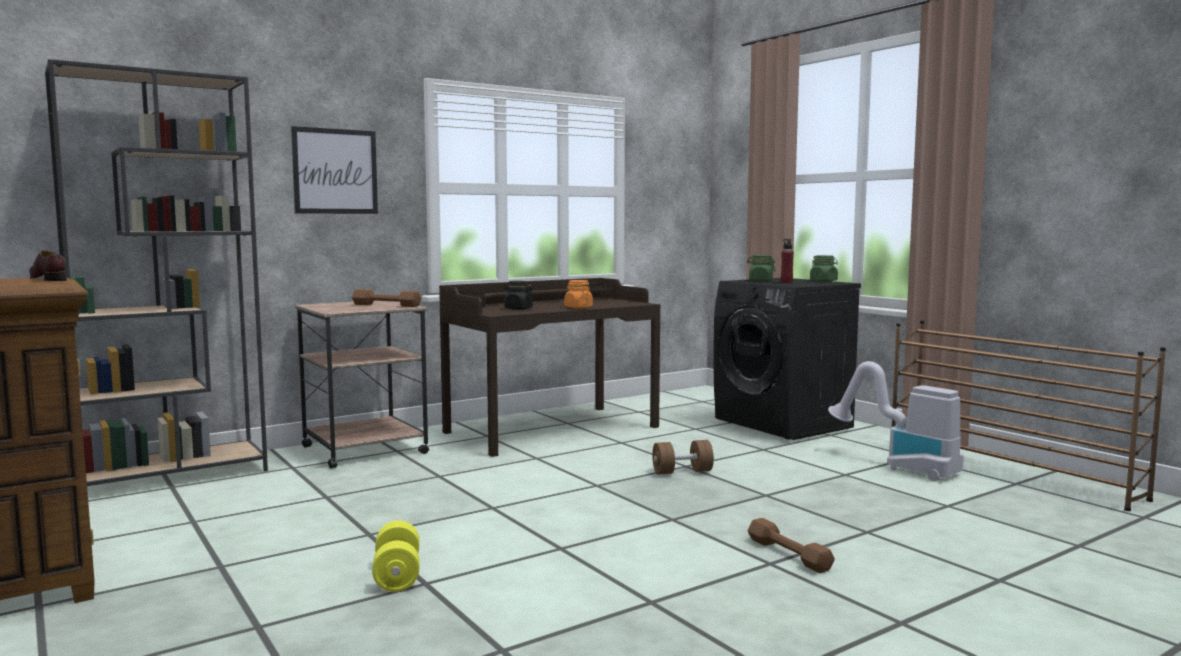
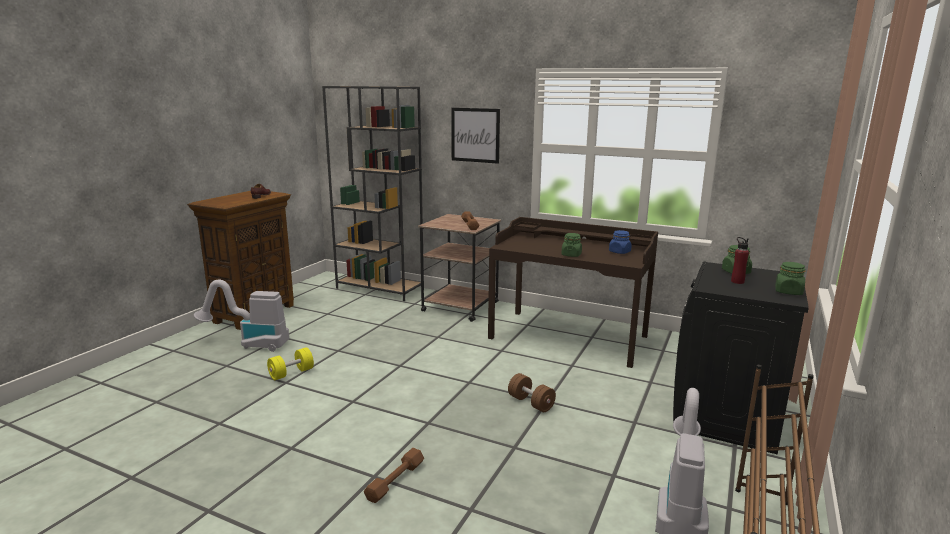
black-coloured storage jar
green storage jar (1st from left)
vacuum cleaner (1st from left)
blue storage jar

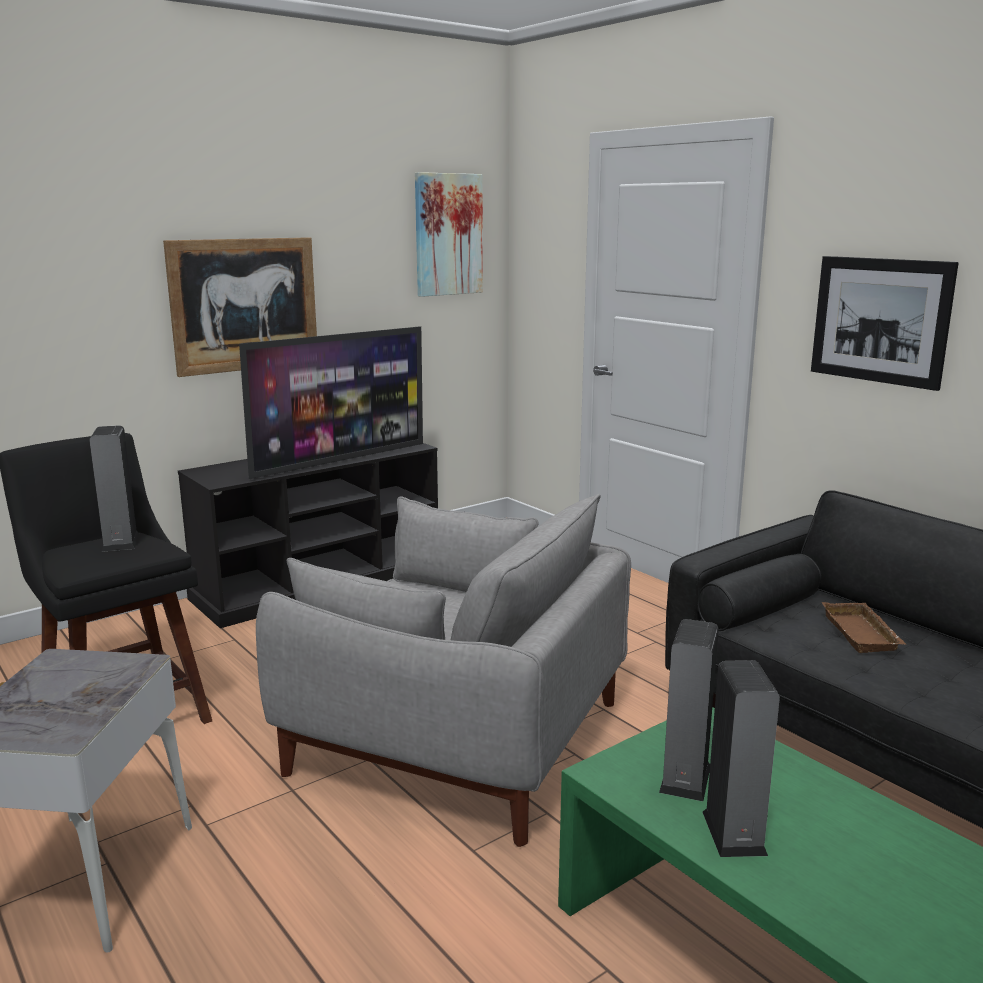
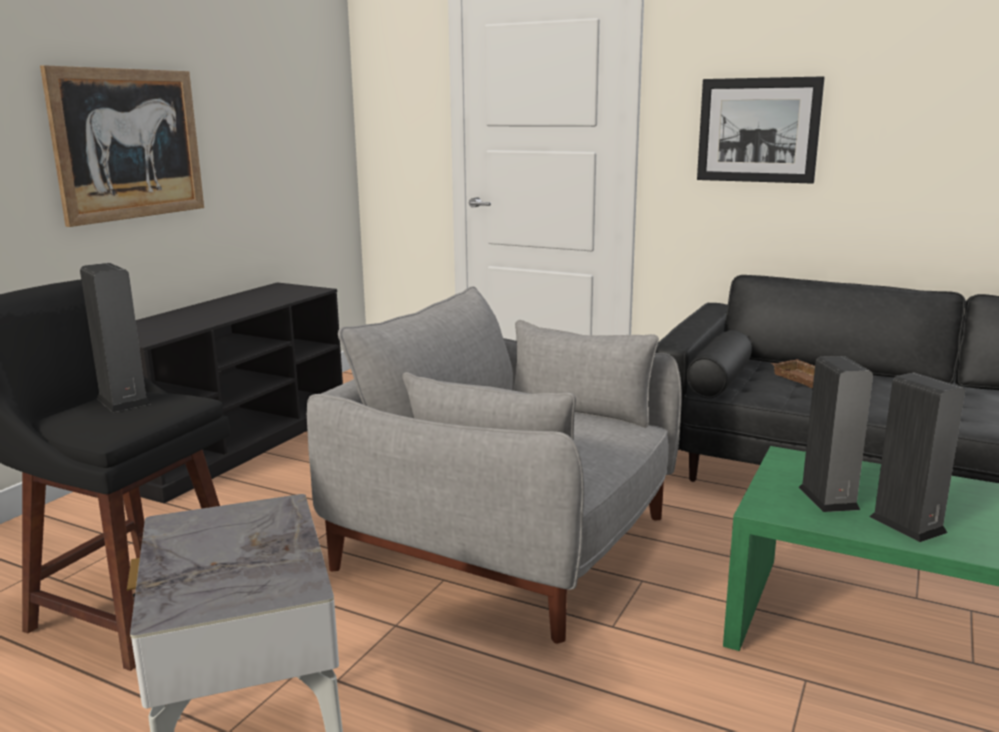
television
greyish armchair
wall art (2nd from left in the first image)

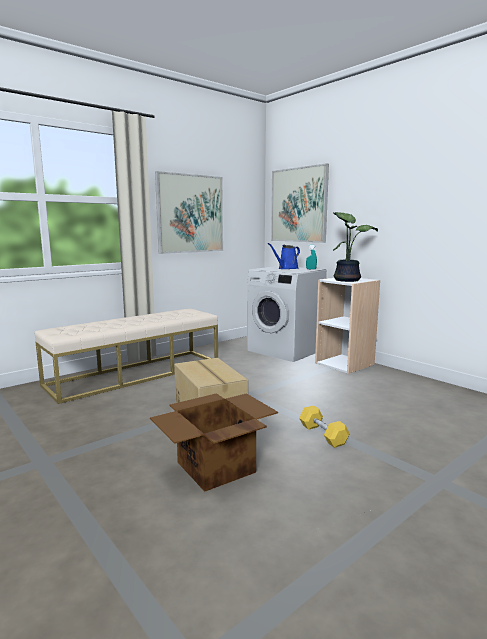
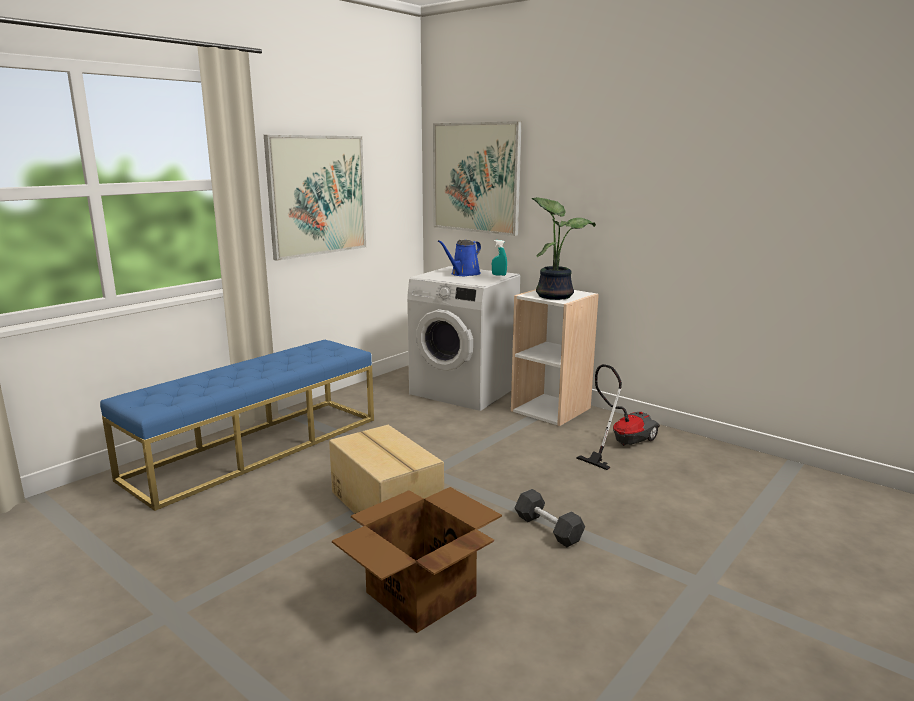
blue indoor bench
greyish hand weight
vacuum cleaner

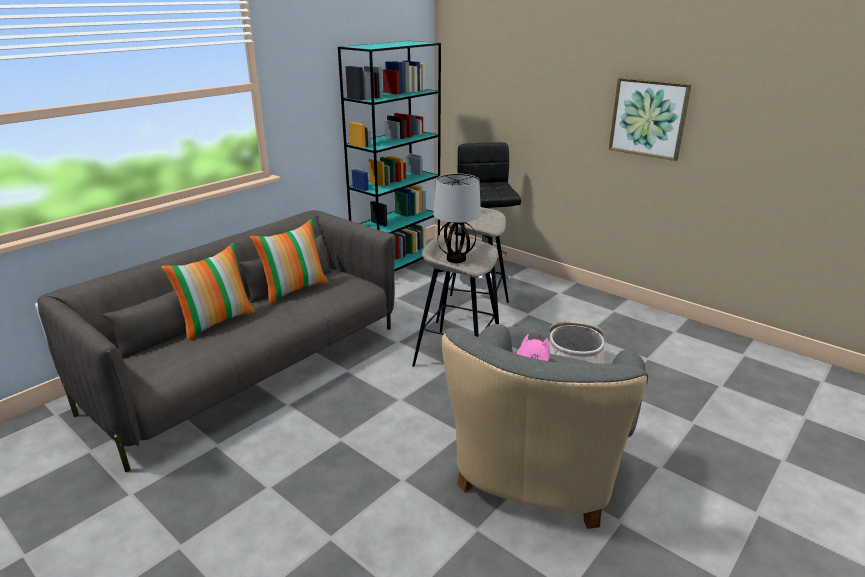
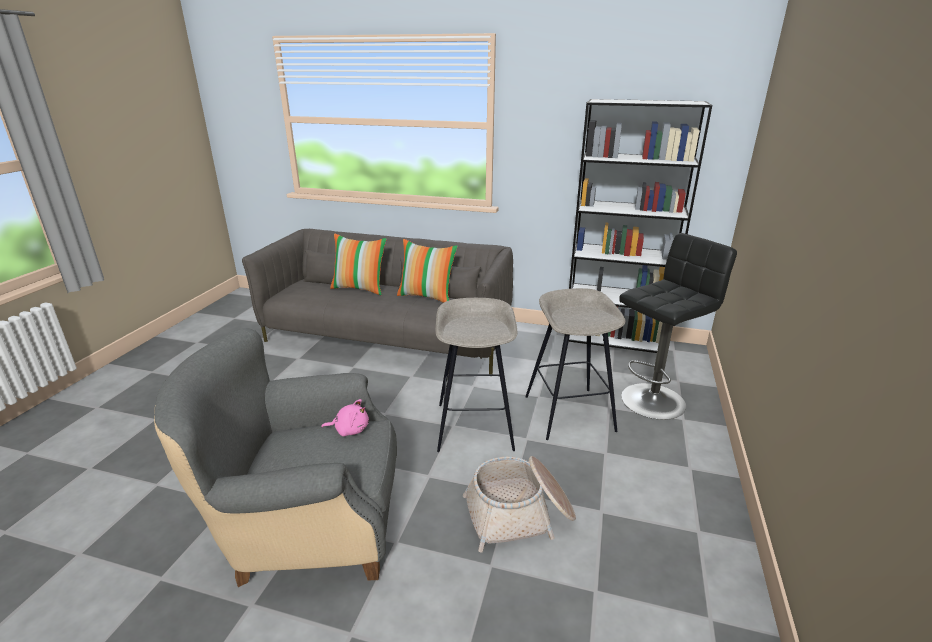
white-coloured shelving unit
tabletop lamp
wall art

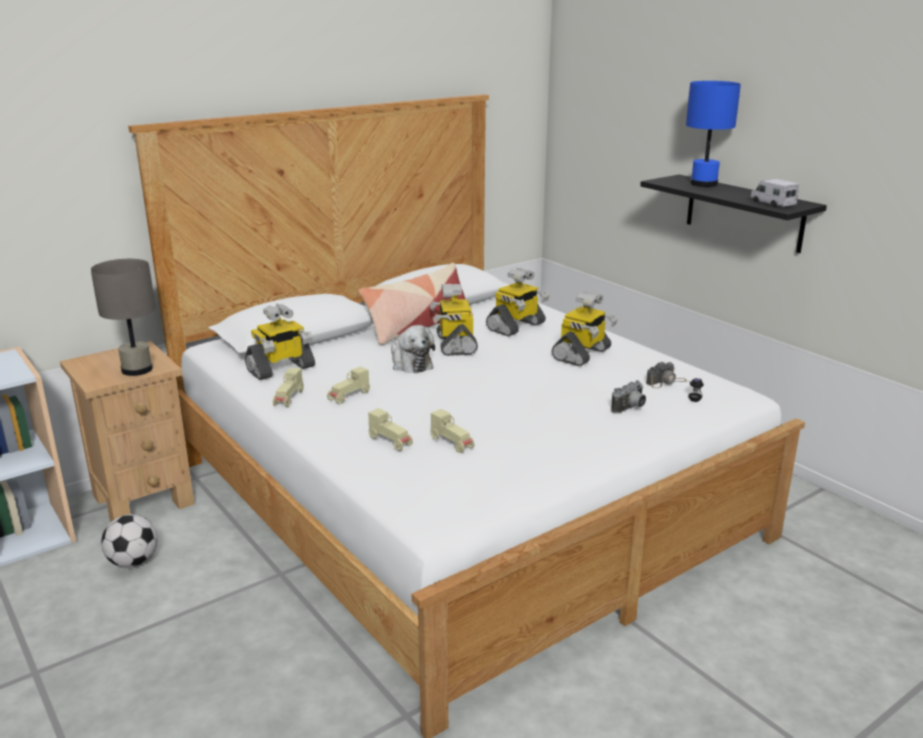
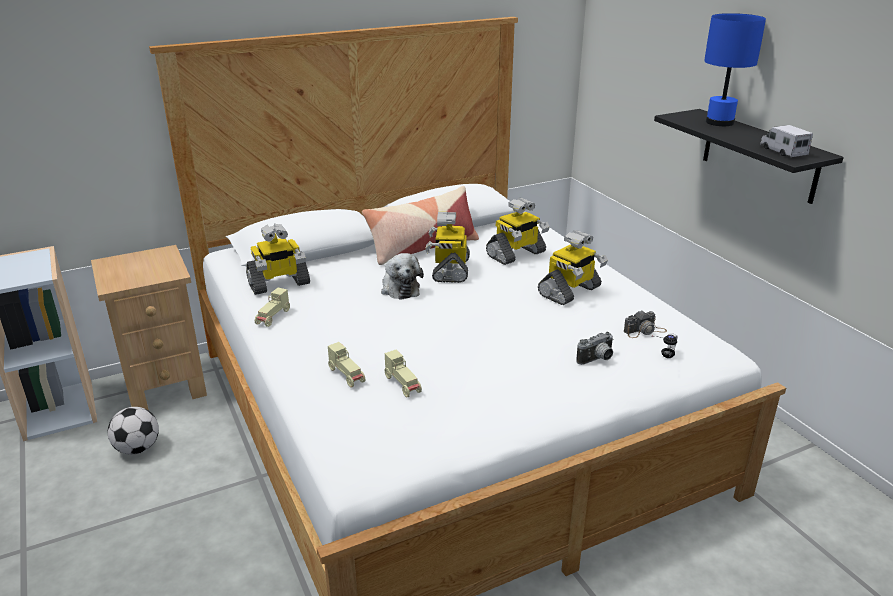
greyish tabletop lamp
beige miniature car (2nd from left in the first image)

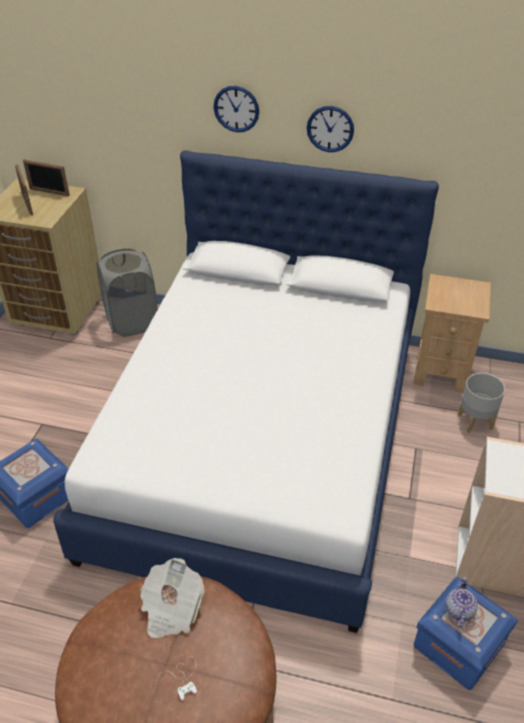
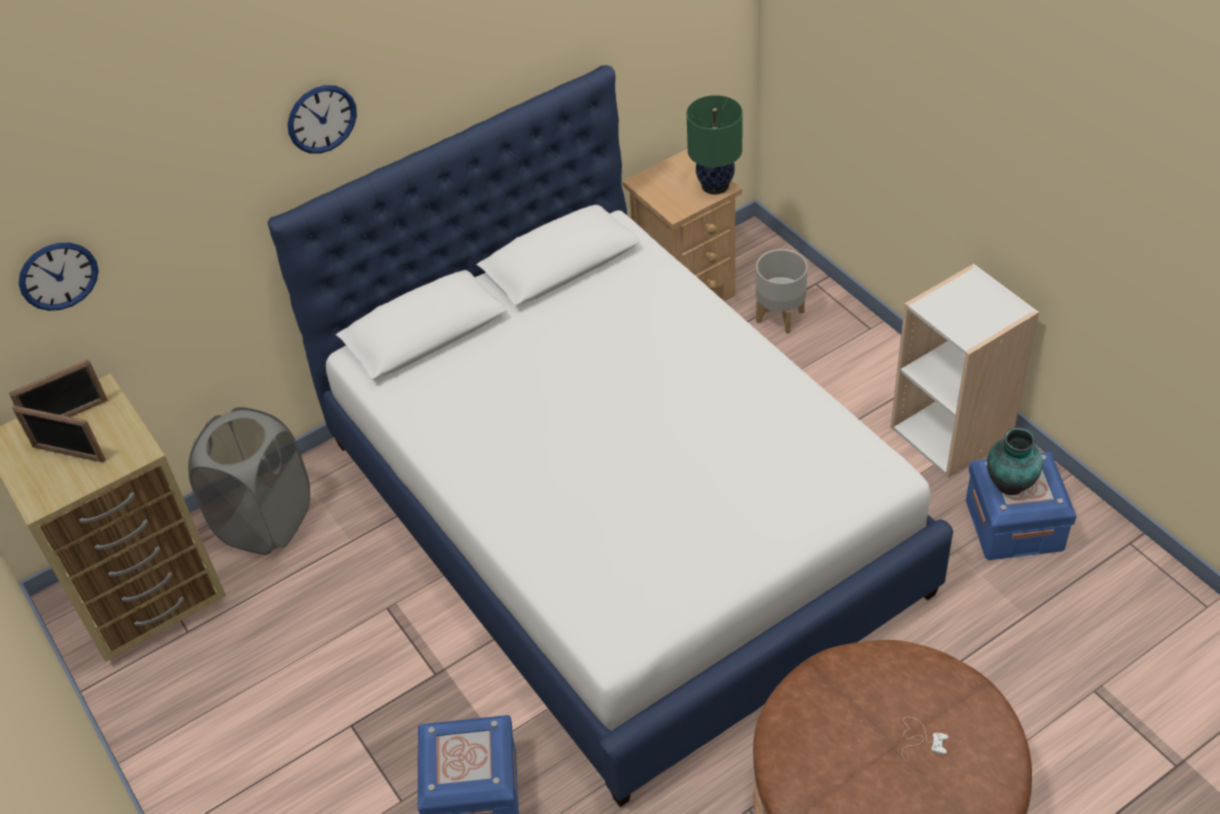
daily paper
hanging clock (1st from left)
vase
green tabletop lamp

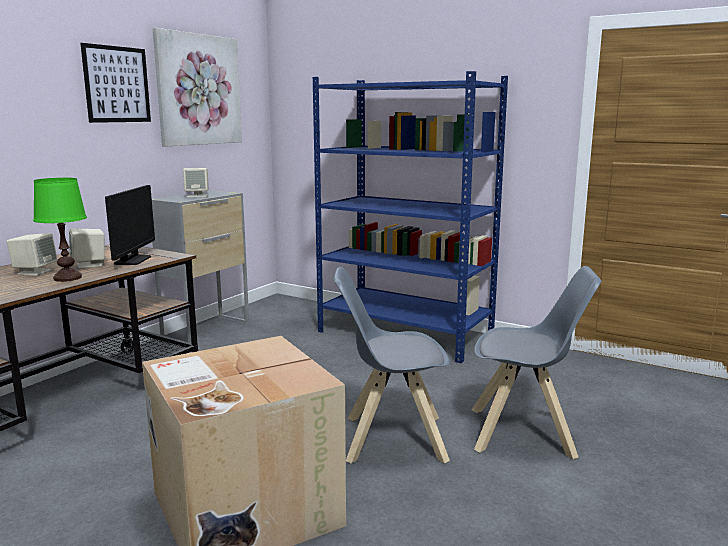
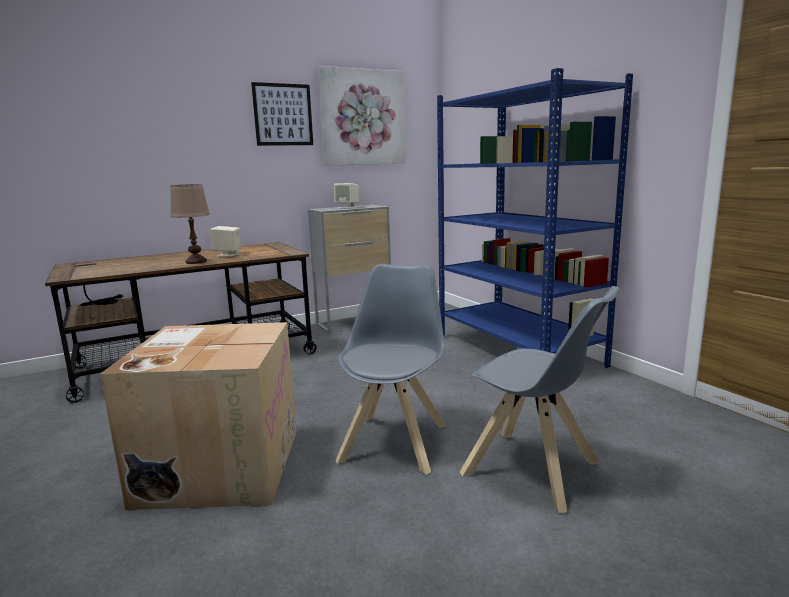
beige speaker (1st from left in the first image)
brown tabletop lamp
computer screen
greyish chair (1st from left)

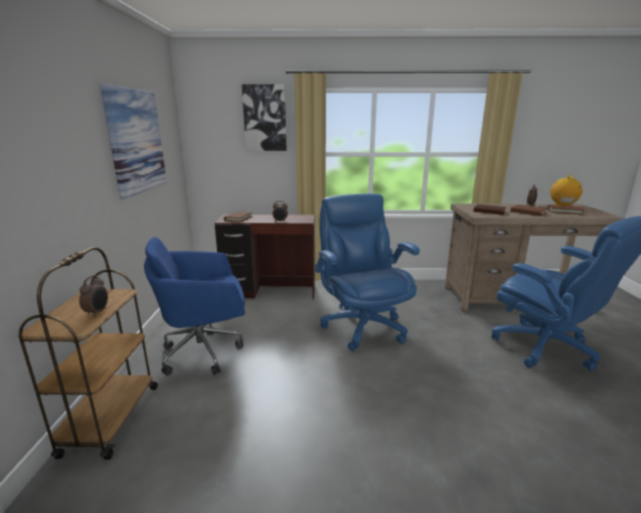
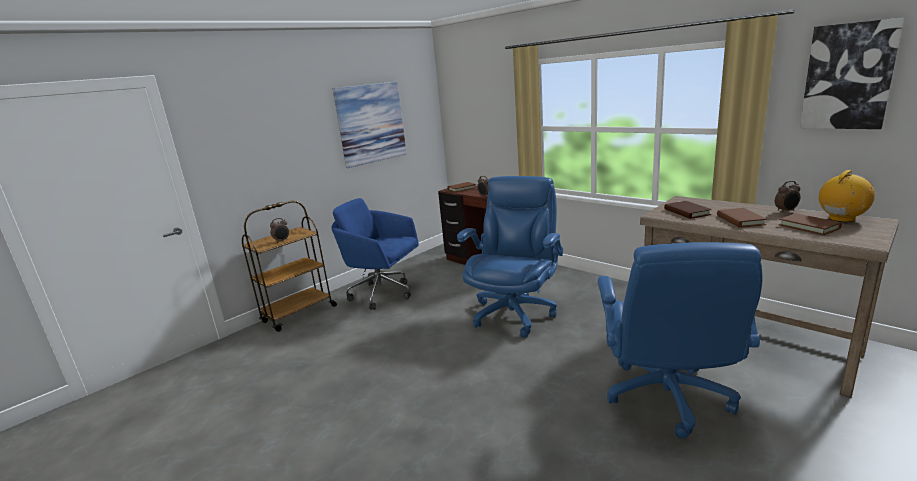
wall art (2nd from left)

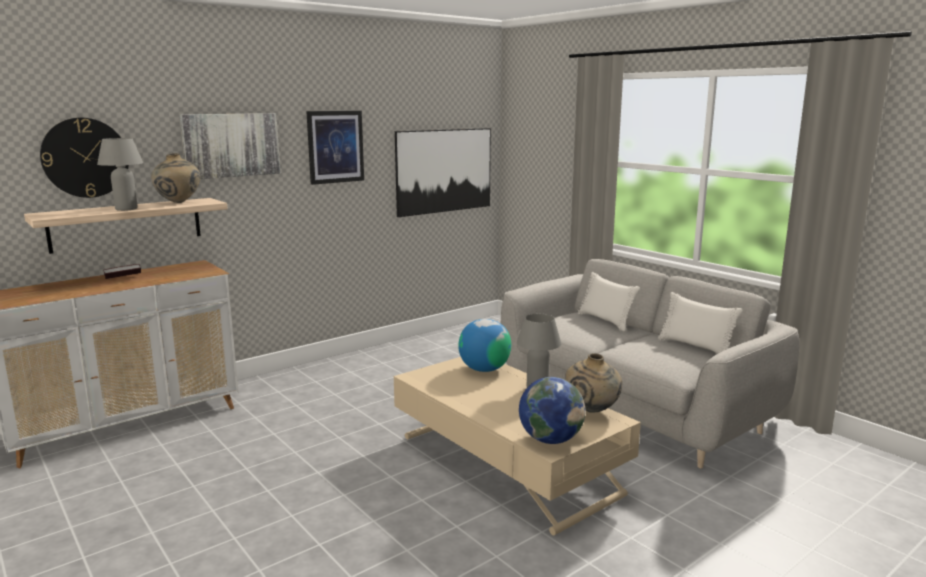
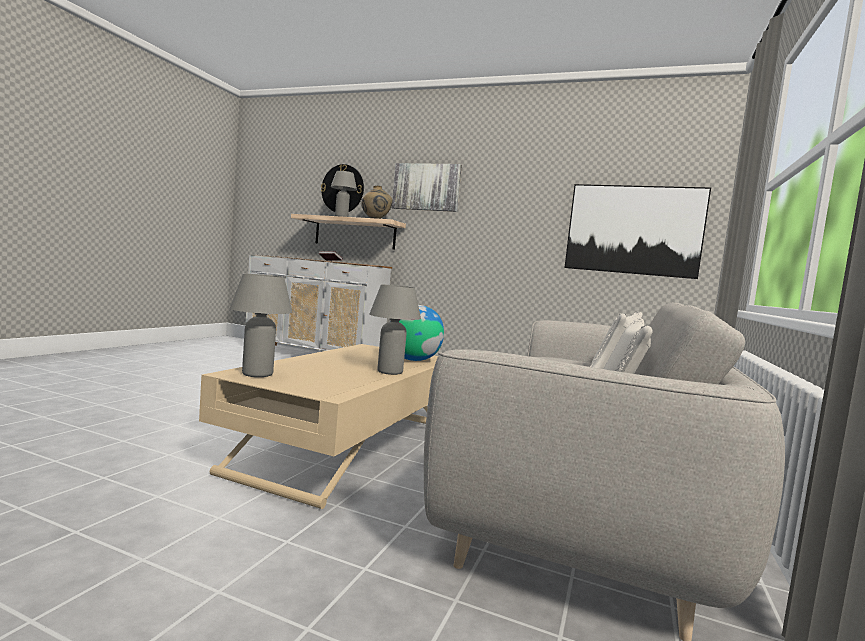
wall art (2nd from left in the first image)
greyish tabletop lamp (1st from left)
beige vase (2nd from left in the first image)

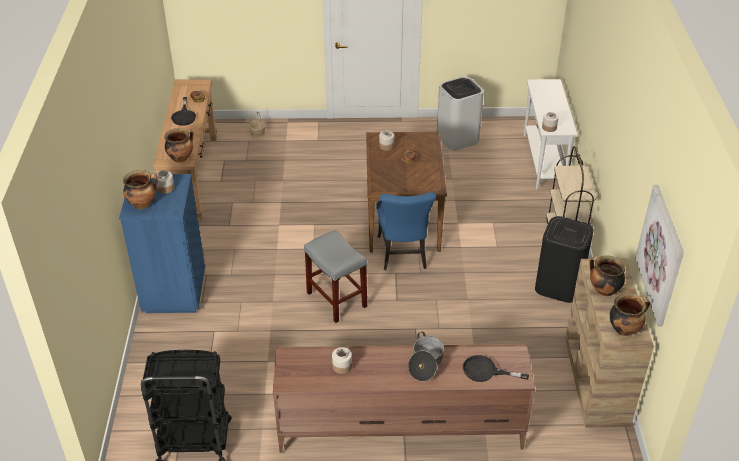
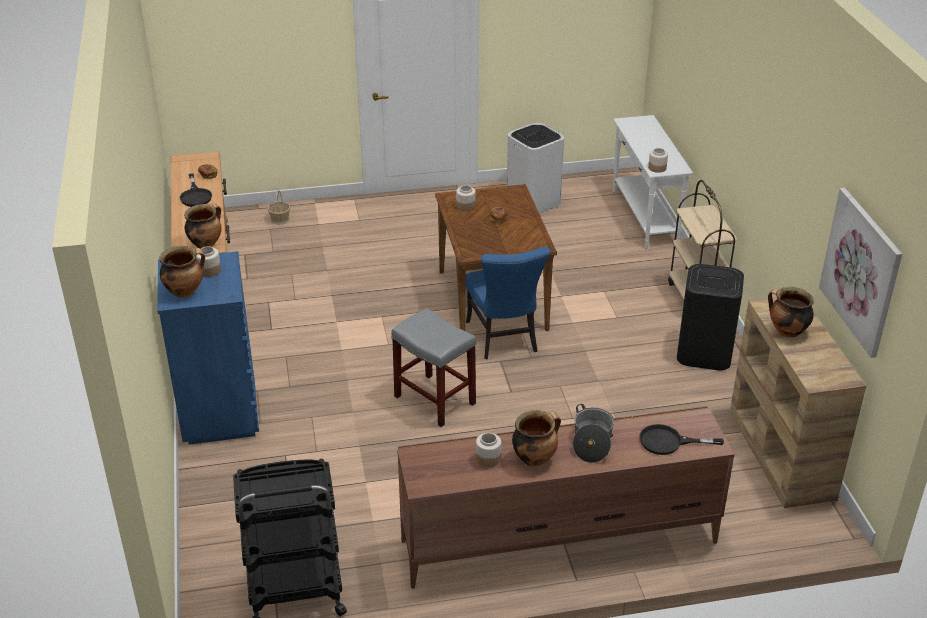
saucepot (3rd from left)

